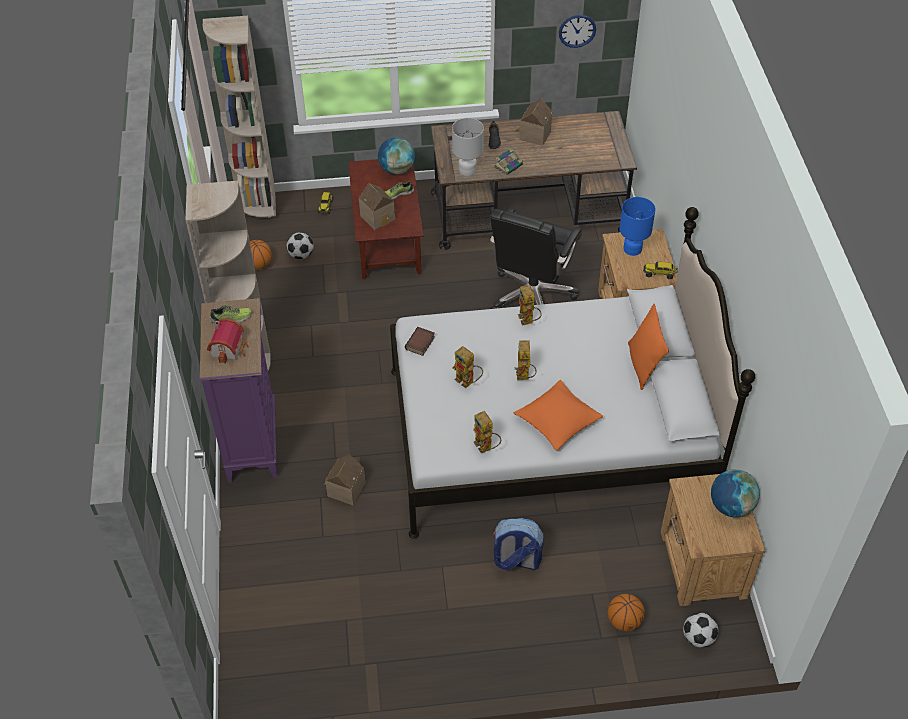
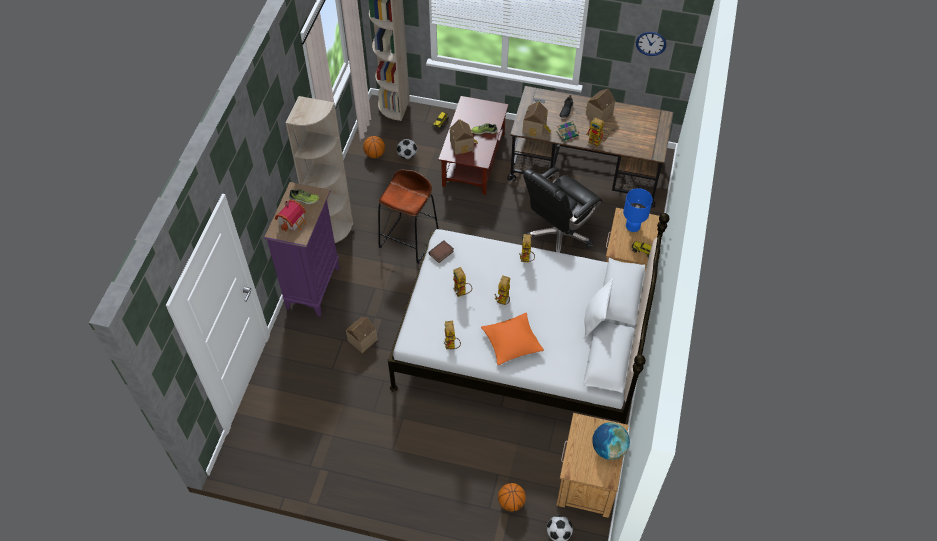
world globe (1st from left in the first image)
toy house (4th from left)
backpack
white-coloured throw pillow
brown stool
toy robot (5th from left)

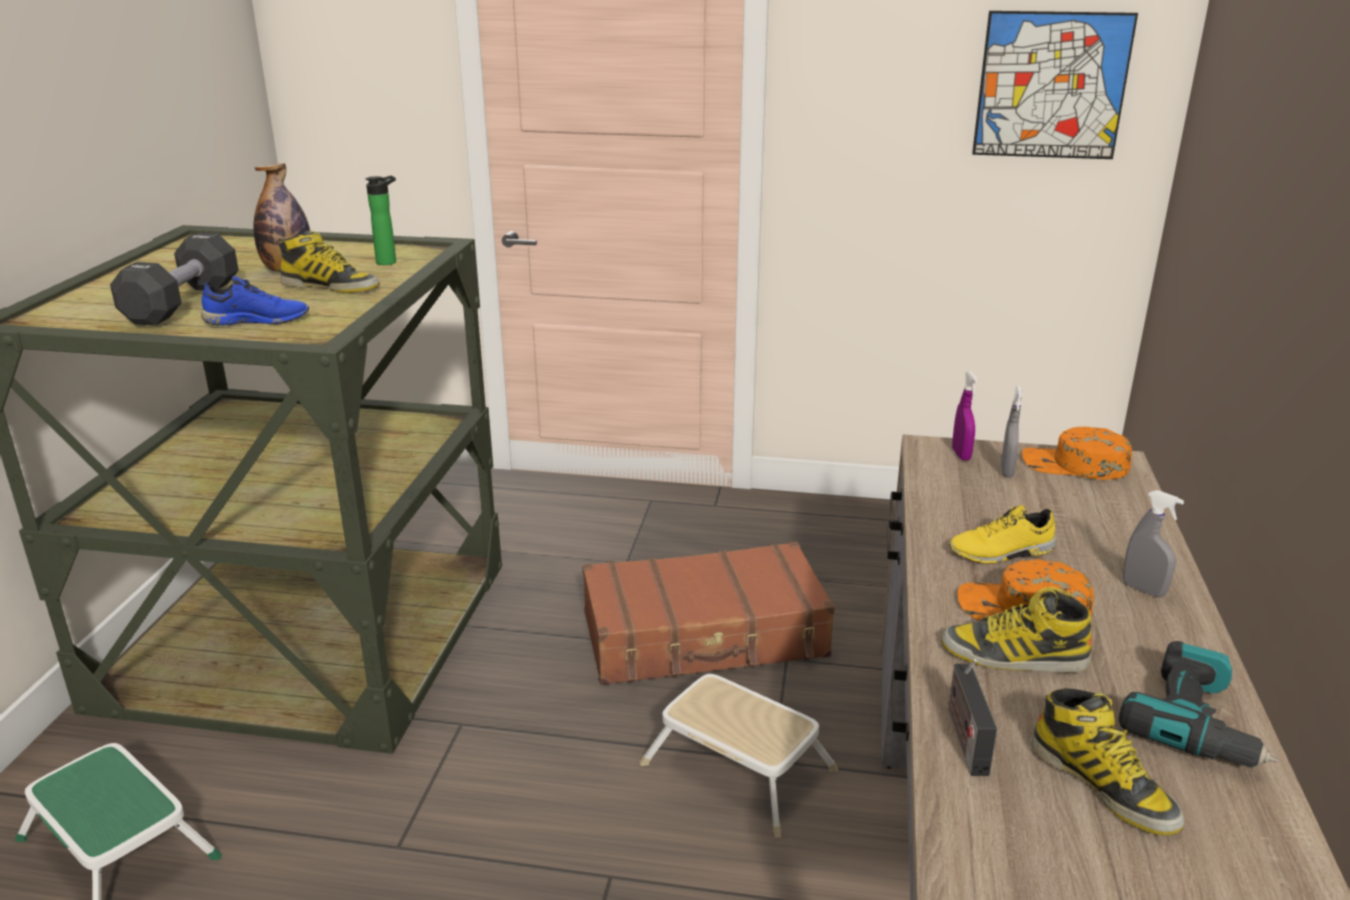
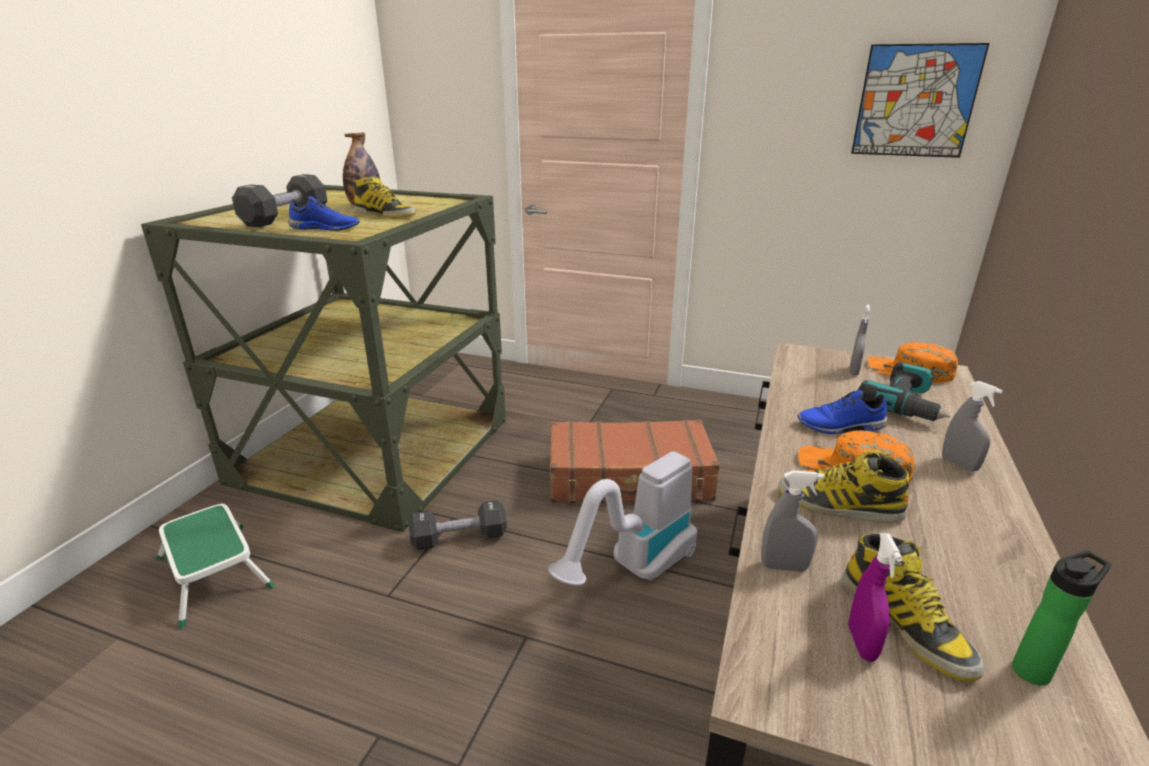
drink bottle (2nd from left)
vacuum cleaner
greyish hand sprayer (1st from left)
blue low shoe (2nd from left)
purple-coloured hand sprayer
electric drill
black-coloured hand weight (2nd from left)

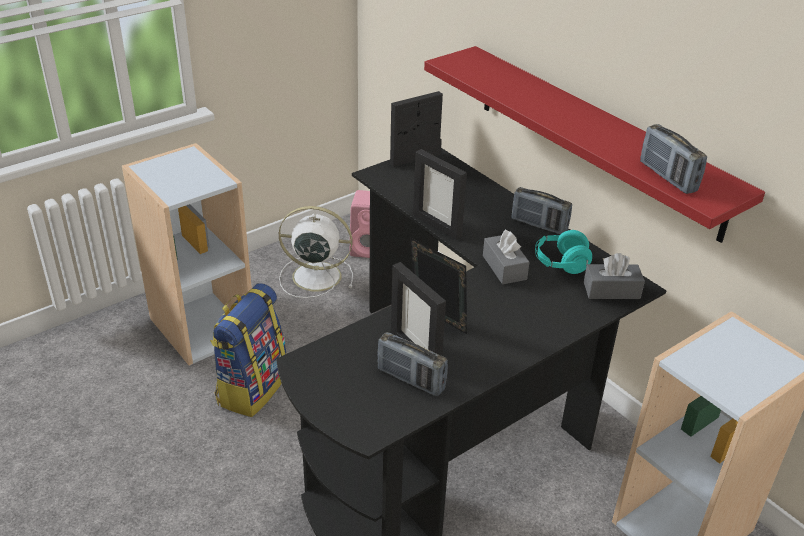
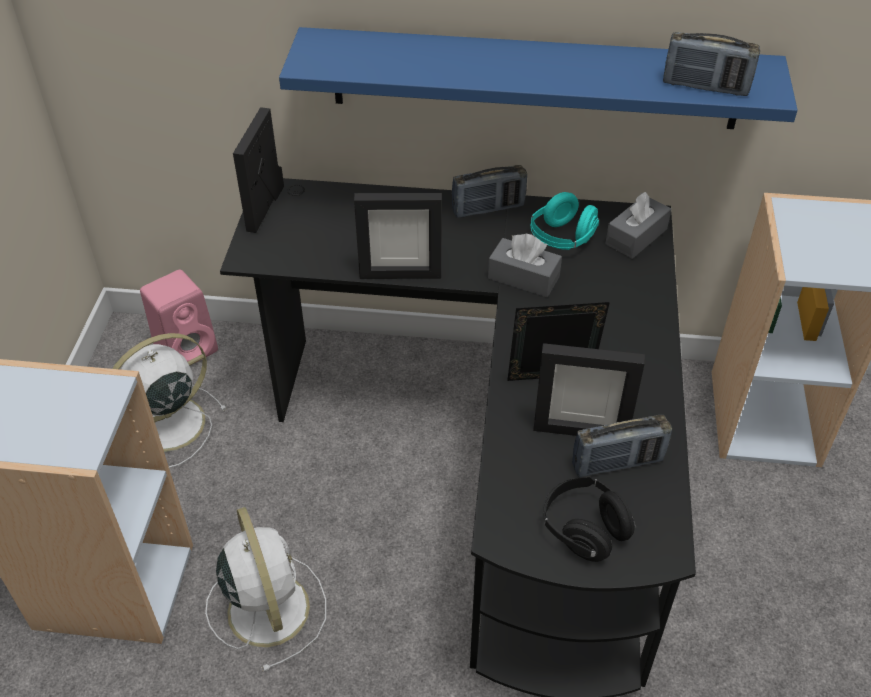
white-coloured cooling fan (2nd from left)
blue bracket shelf
black-coloured pair of headphones

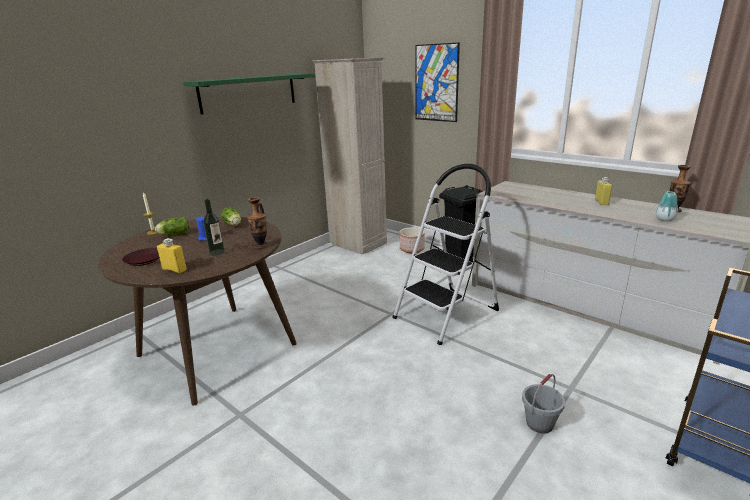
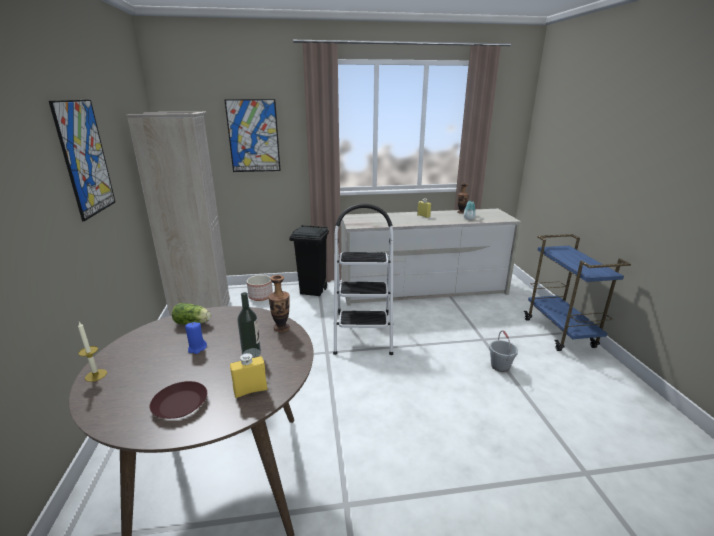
lettuce (1st from left in the first image)
wall art (1st from left)

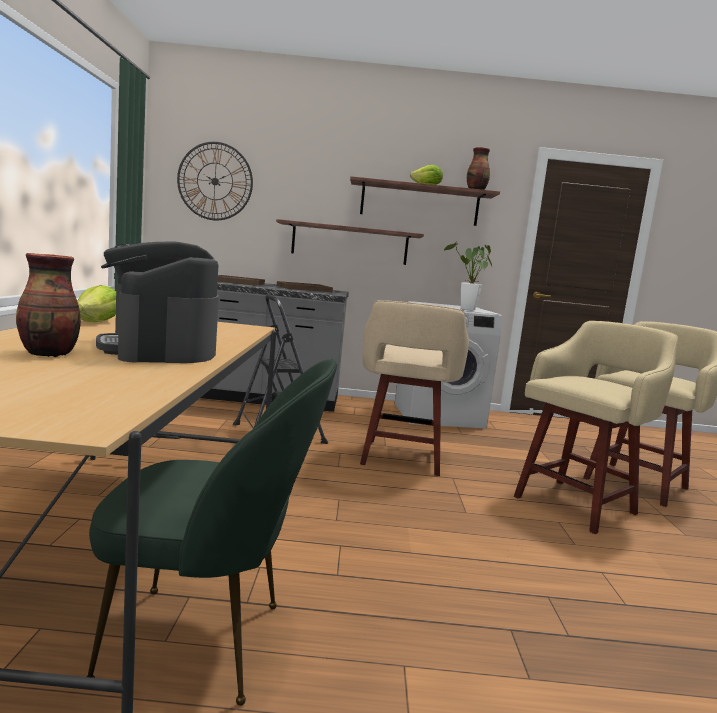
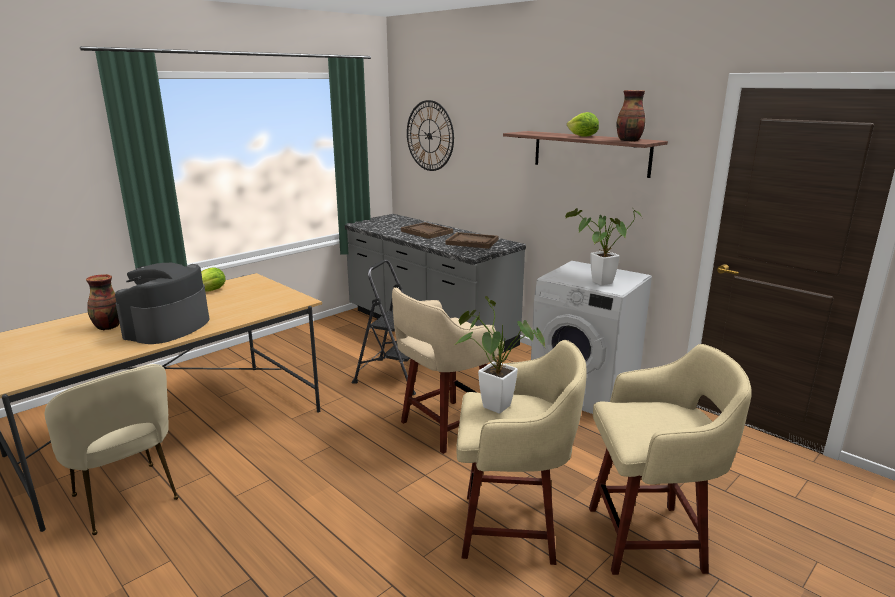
beige chair
bracket shelf (1st from left in the first image)
potted plant (1st from left)

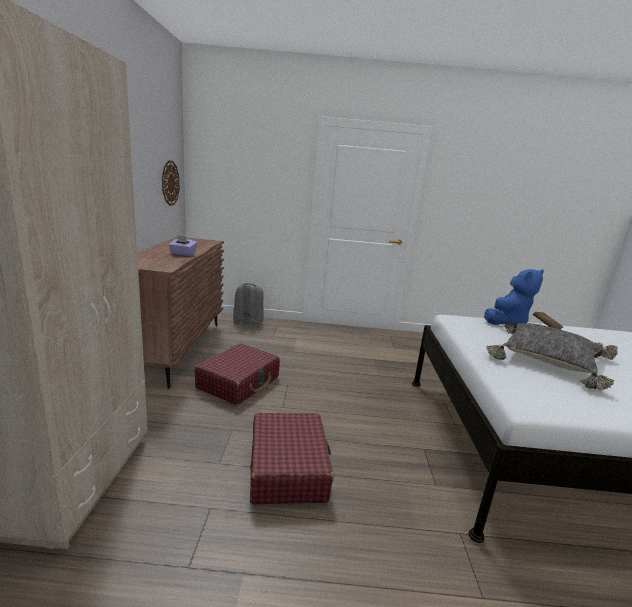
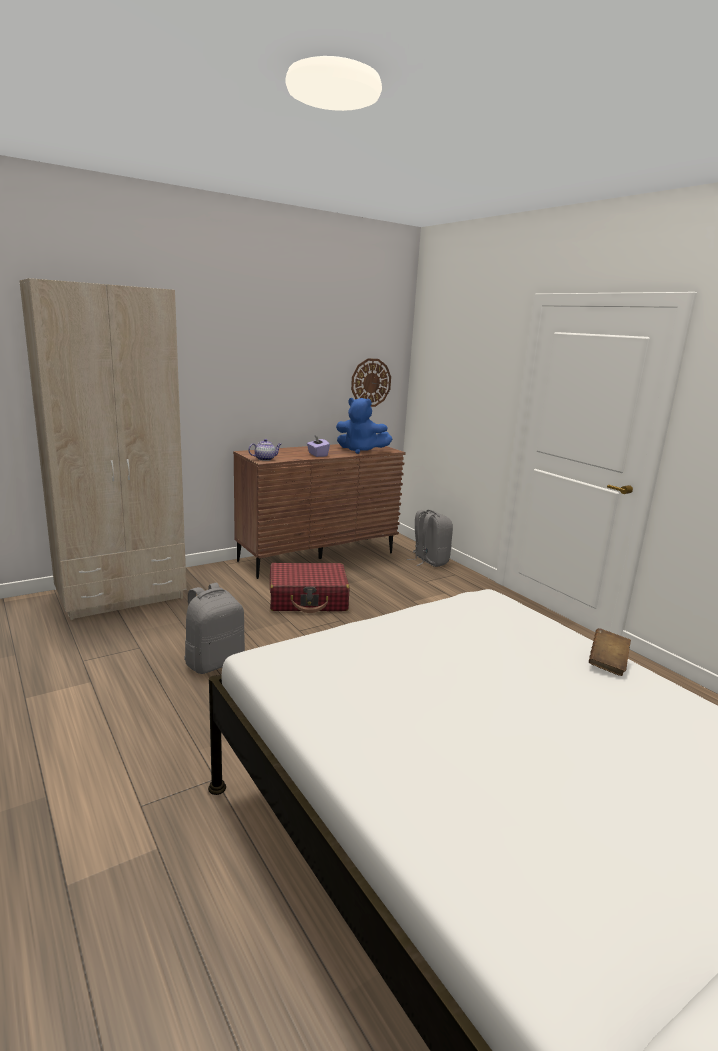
greyish backpack (1st from left)
blue soft toy
throw pillow
teapot

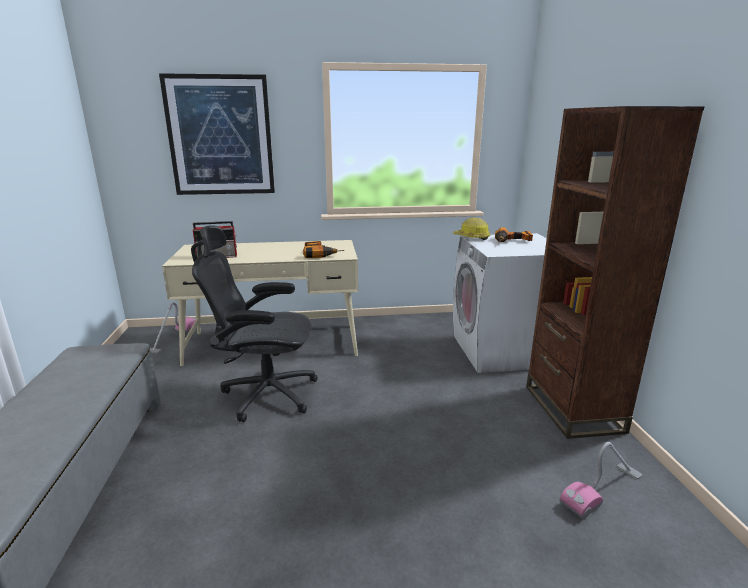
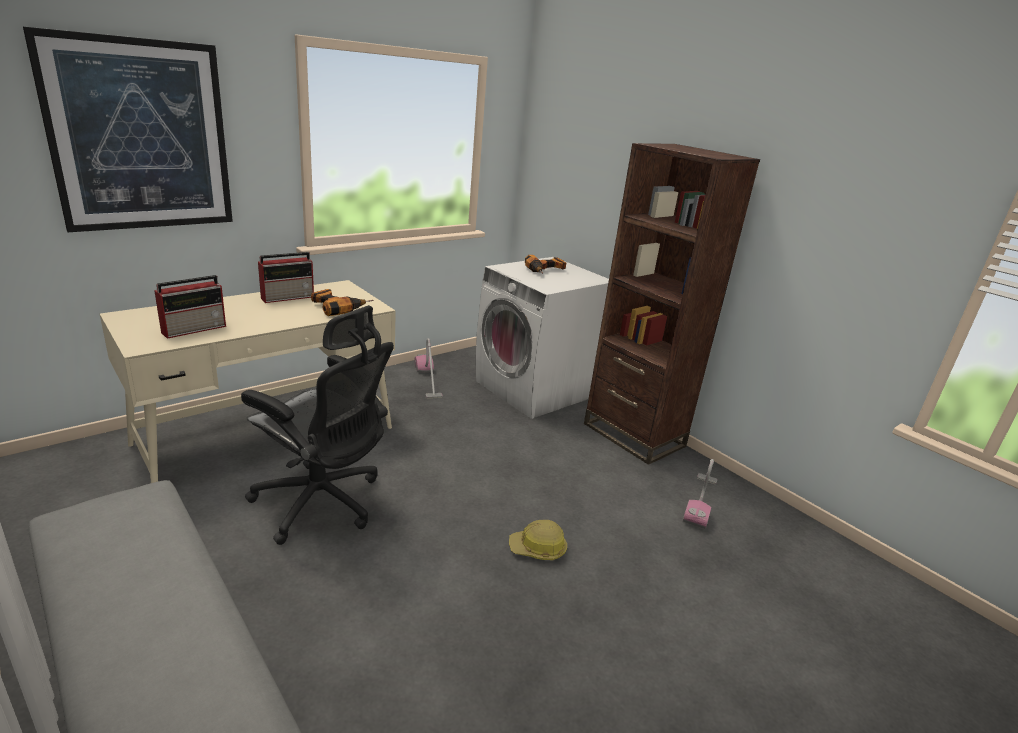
vacuum cleaner (1st from left)
desk chair
work helmet
radio (2nd from left)

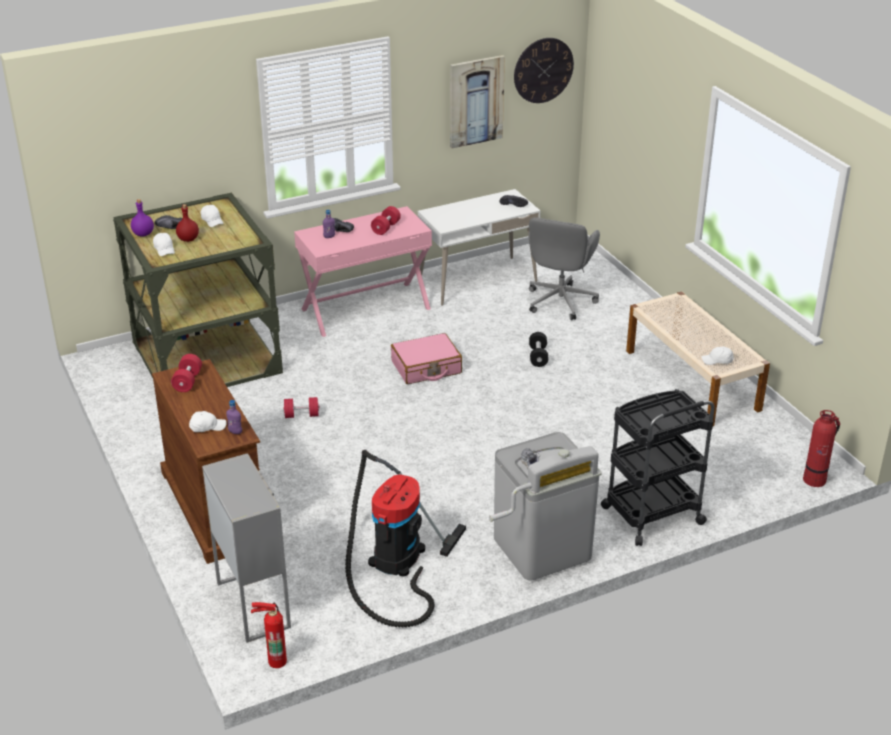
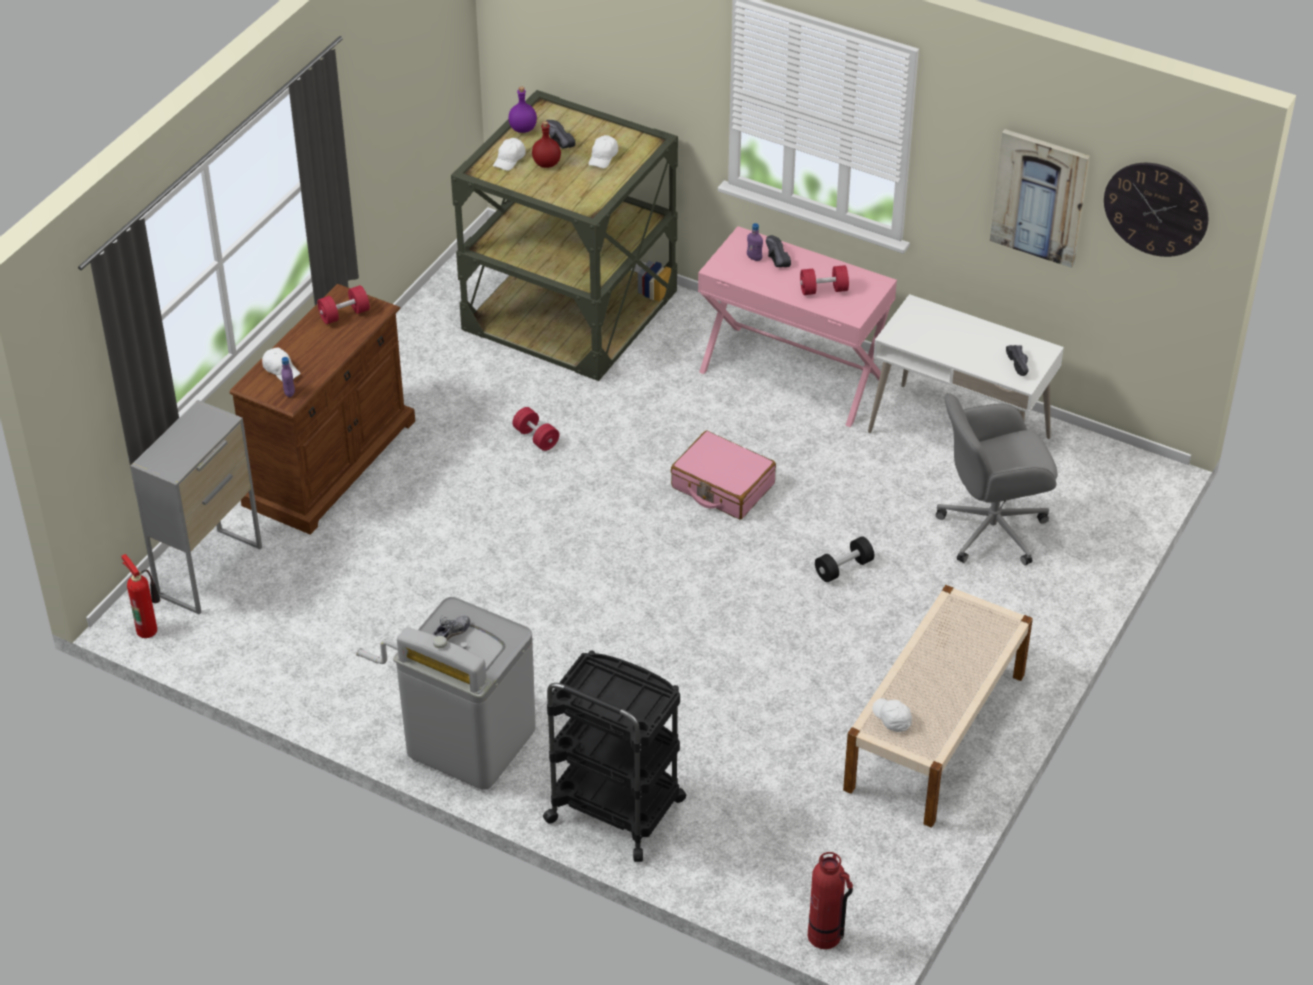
vacuum cleaner

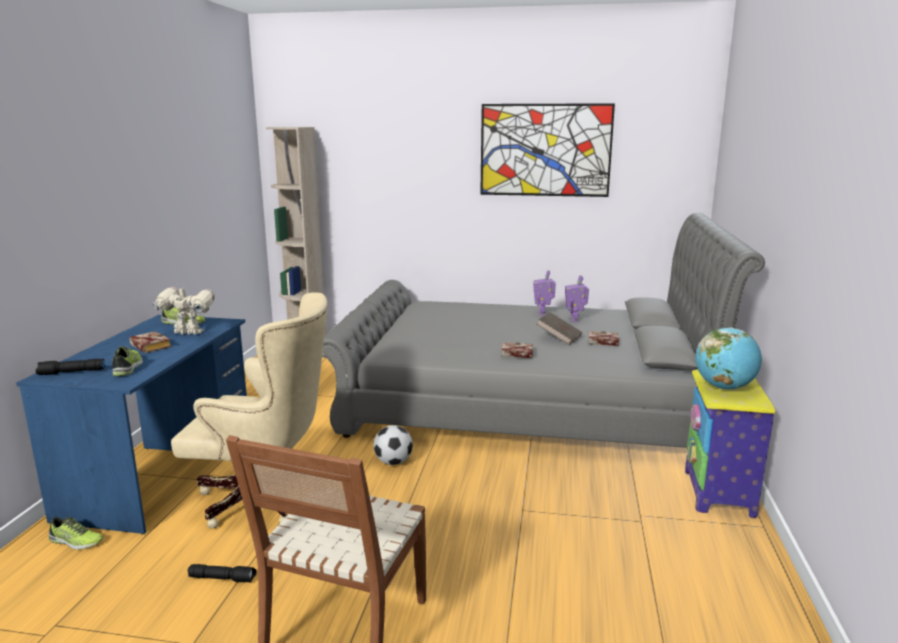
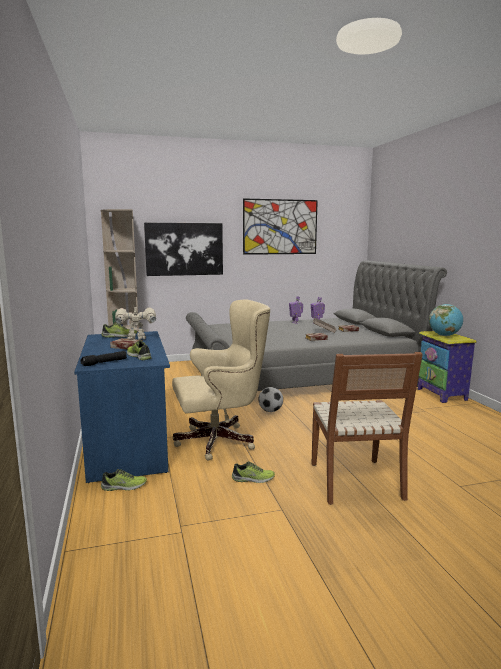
low shoe (4th from left)
wall art (1st from left)

